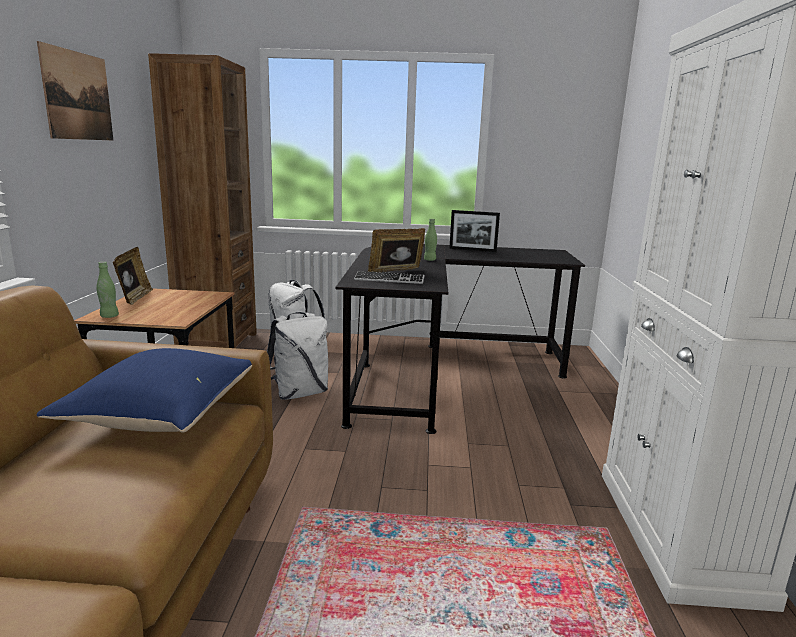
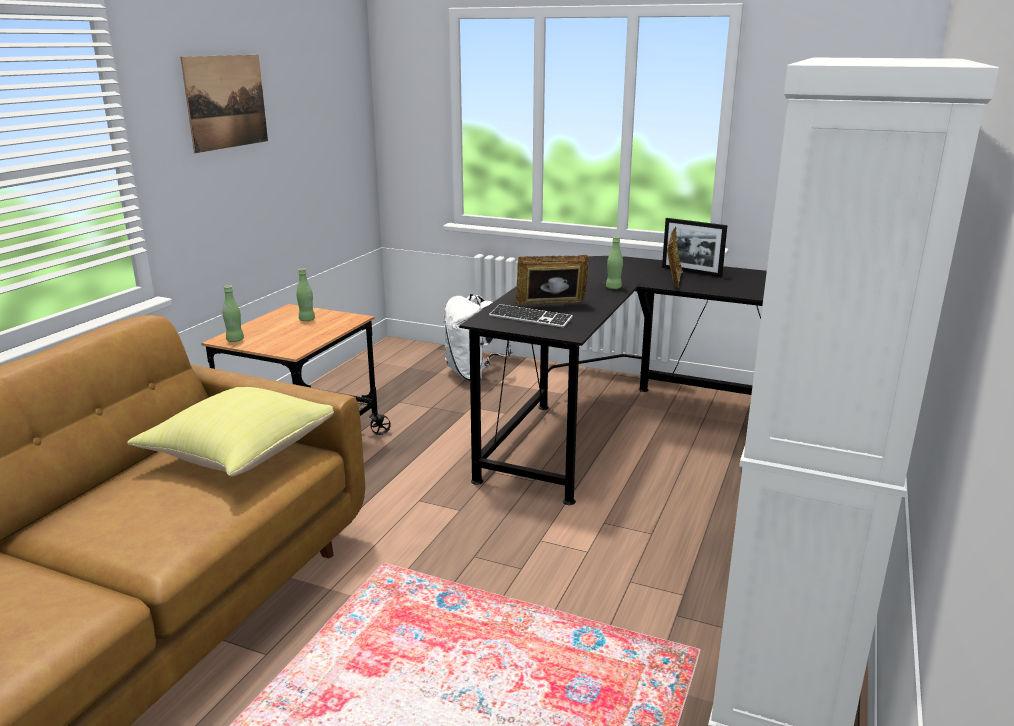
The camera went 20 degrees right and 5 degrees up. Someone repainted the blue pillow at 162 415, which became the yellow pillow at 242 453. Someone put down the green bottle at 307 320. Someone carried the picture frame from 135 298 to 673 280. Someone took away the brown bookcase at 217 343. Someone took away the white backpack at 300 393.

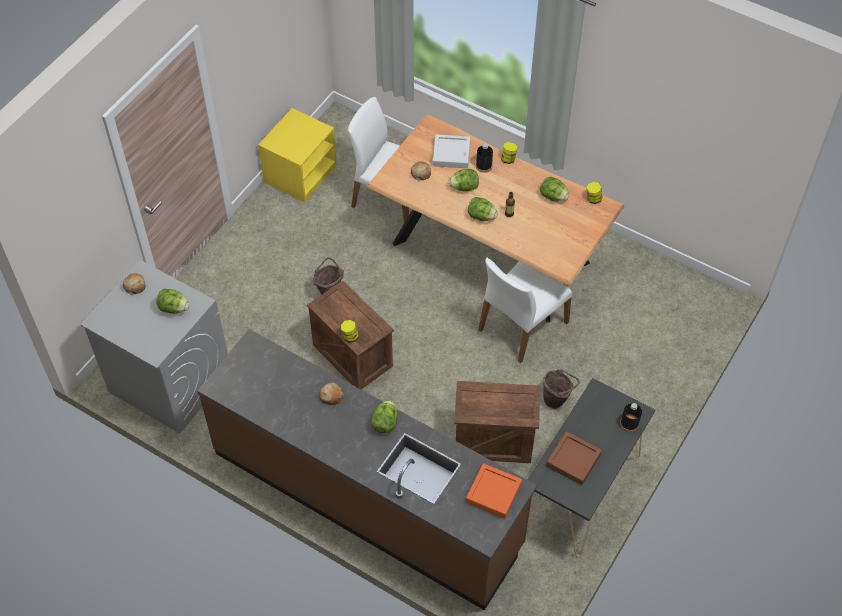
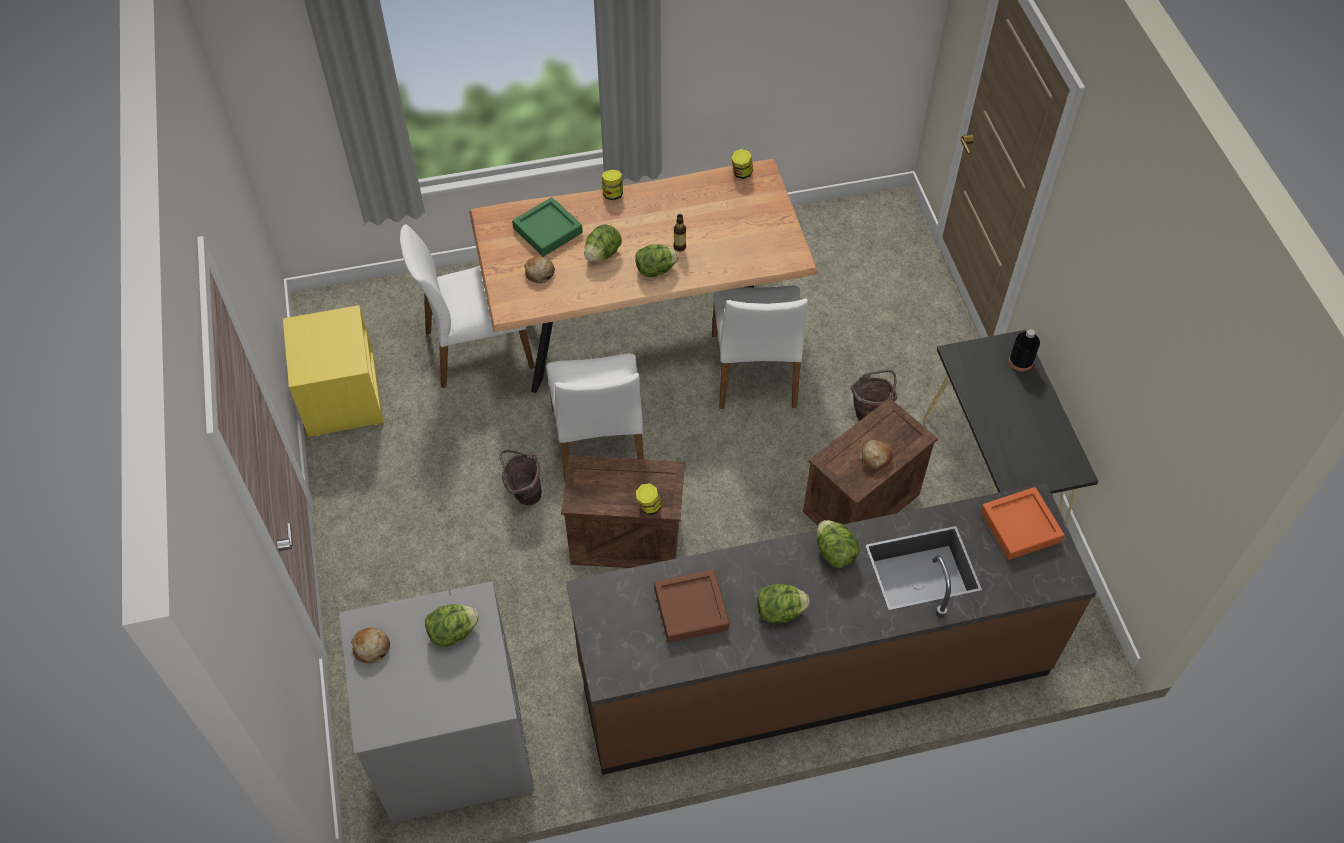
The camera went 45 degrees left and 0 degrees up. Someone repainted the grey tray at 451 154, which became the green tray at 548 230. Someone put down the white chair at 599 443. Someone carried the brown tray from 573 460 to 691 609. Someone carried the lettuce from 553 196 to 779 611. Someone carried the bread from 331 396 to 875 458. Someone took away the black bottle at 484 166.

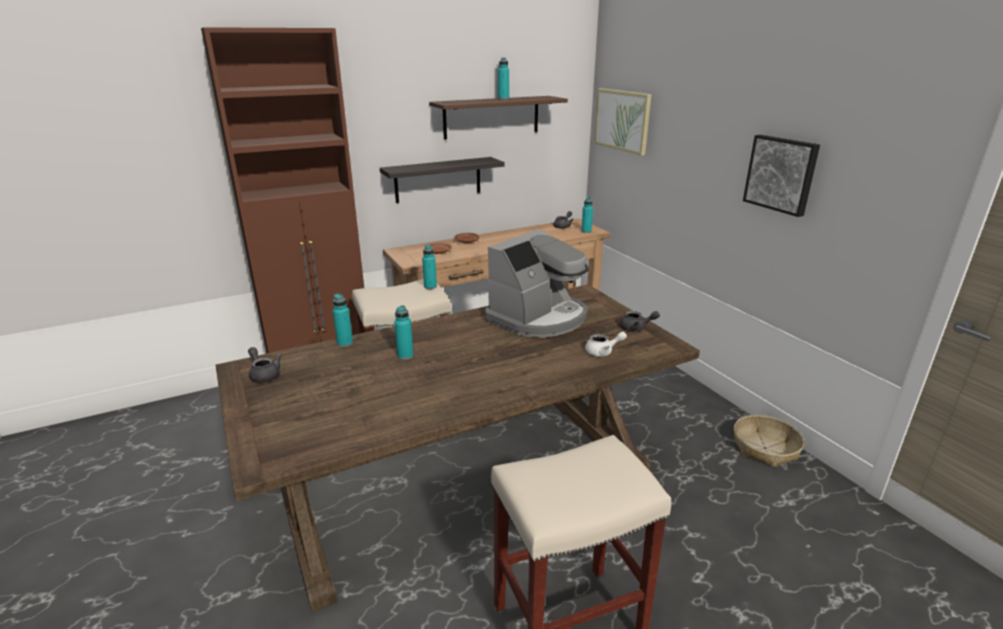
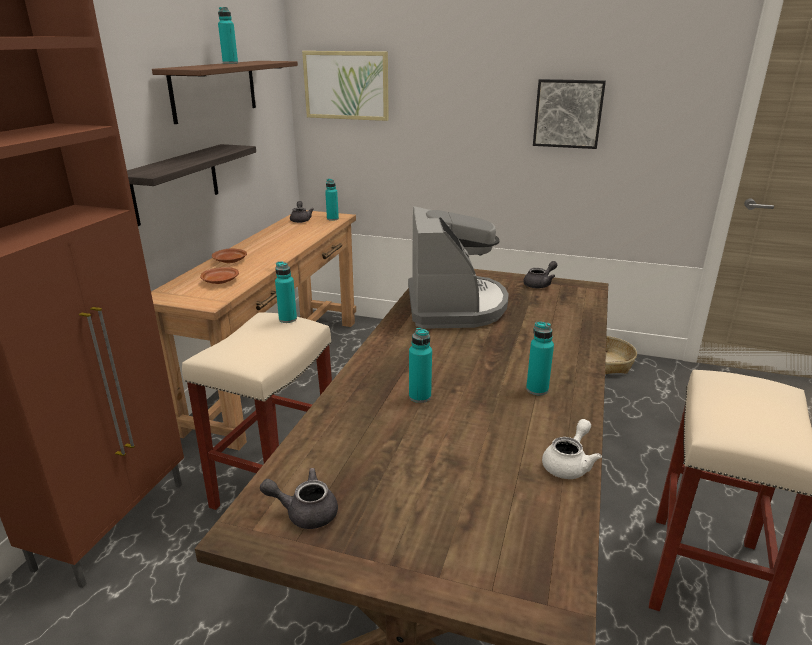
The camera went 45 degrees left and 0 degrees up. Someone carried the turquoise bottle from 345 343 to 537 389. Someone carried the white teapot from 603 352 to 569 464.

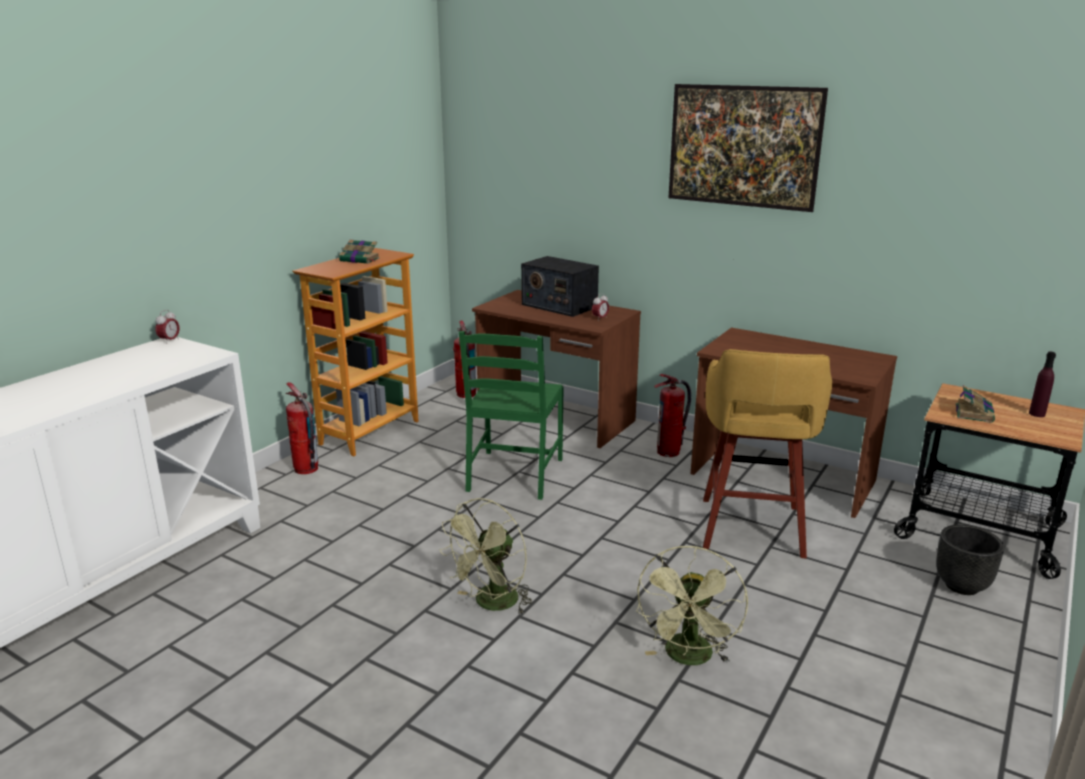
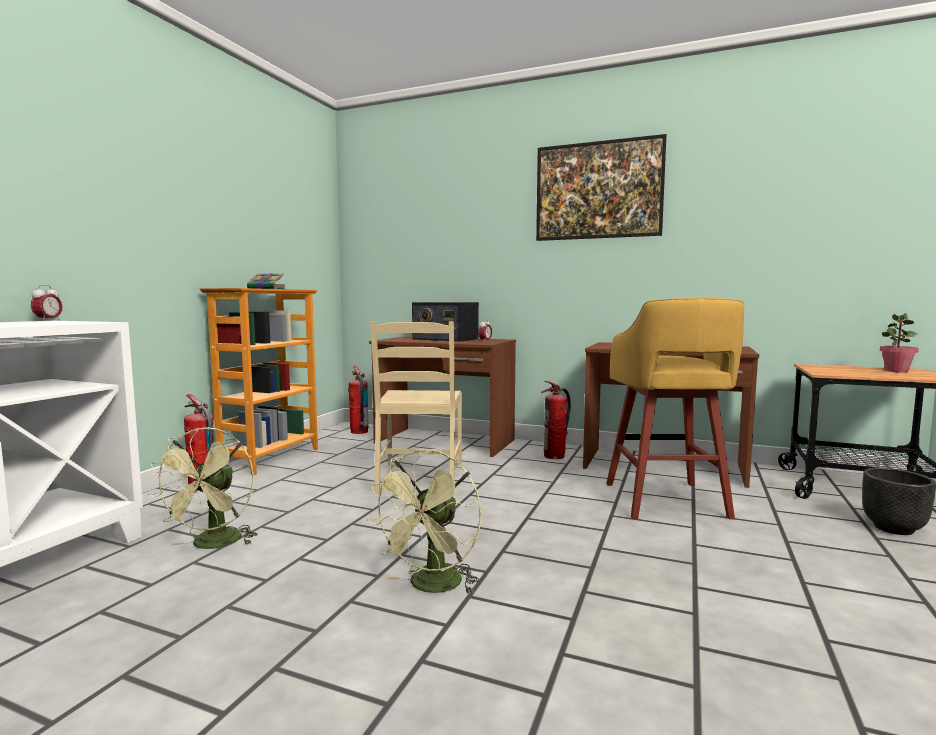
The camera went 10 degrees left and 15 degrees down. Someone carried the green fan from 689 658 to 213 545. Someone repainted the green chair at 514 475, which became the beige chair at 420 478. Someone swapped the purple bottle at 1037 414 for the potted plant at 896 371. Someone took away the book at 974 413.

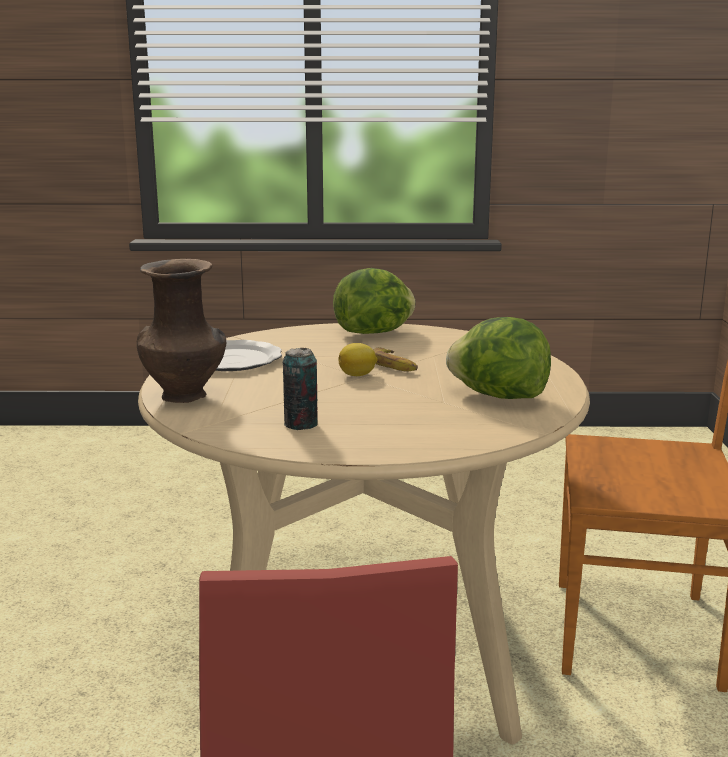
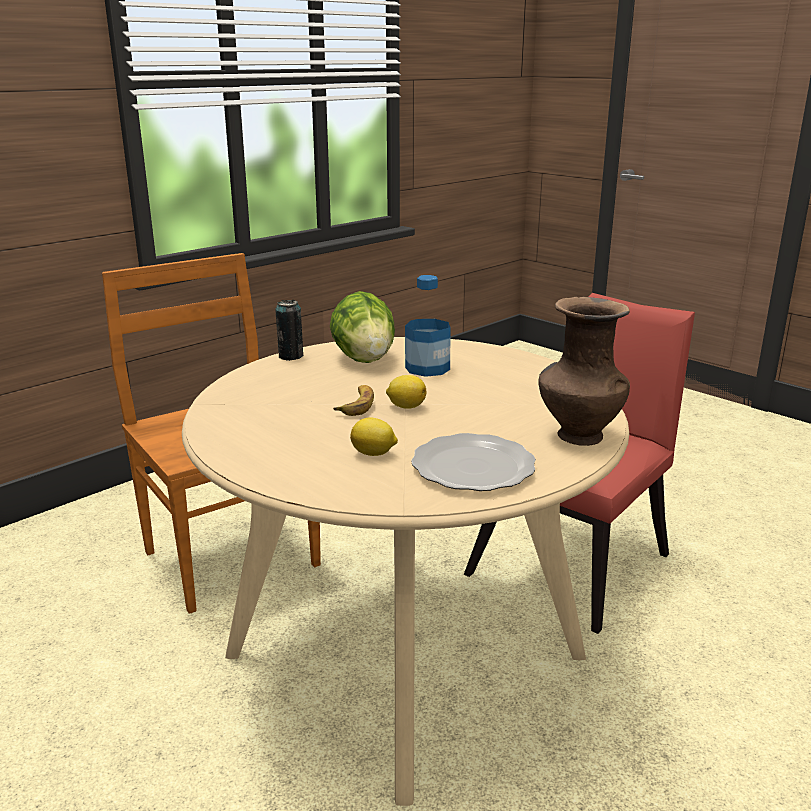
The camera went 135 degrees left and 5 degrees up. Someone carried the can from 301 424 to 291 356. Someone put down the lemon at 374 454. Someone put down the bottle at 427 368. Someone took away the lettuce at 375 333.

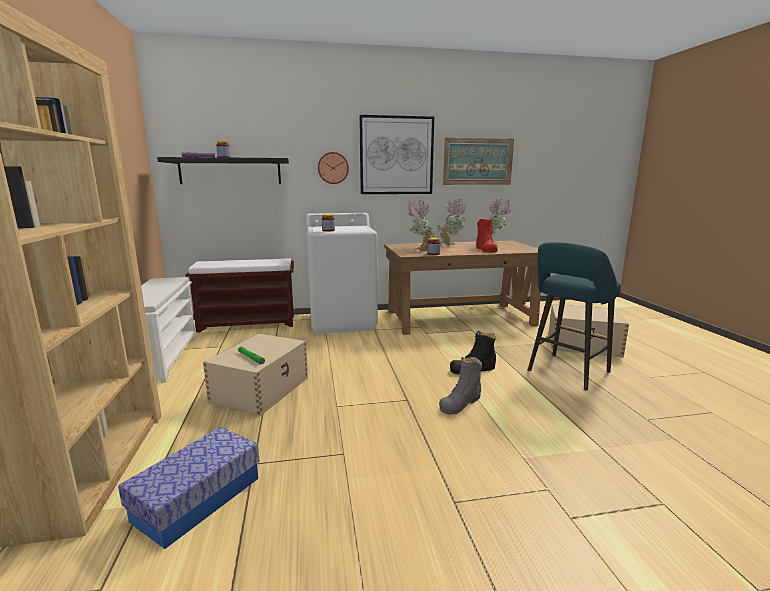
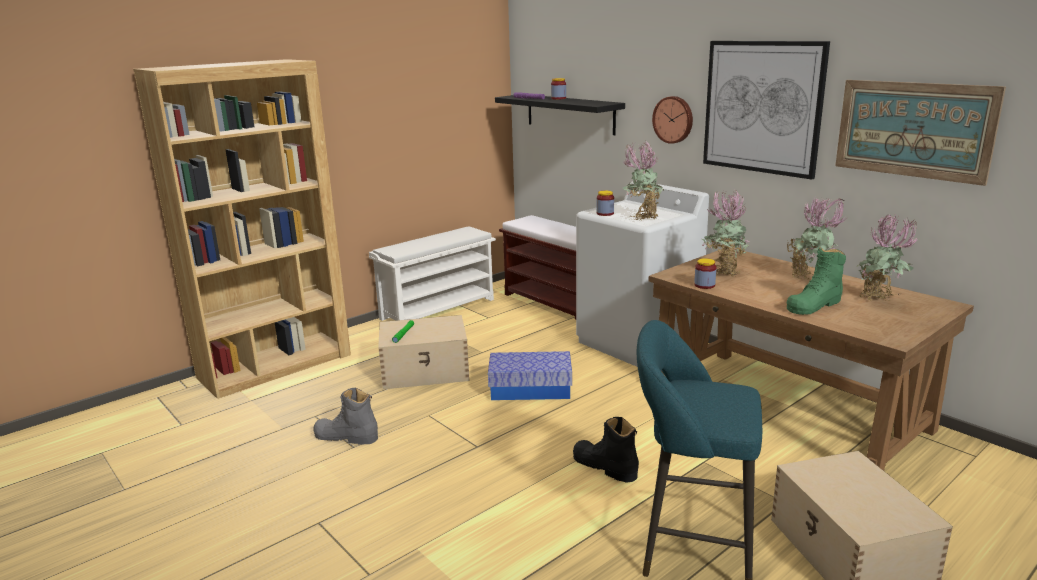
The camera went 60 degrees right and 5 degrees up. Someone carried the grey boot from 460 403 to 346 437. Someone carried the storage box from 198 498 to 530 389. Someone put down the potted plant at 641 217. Someone repainted the red boot at 486 249, which became the green boot at 814 305.

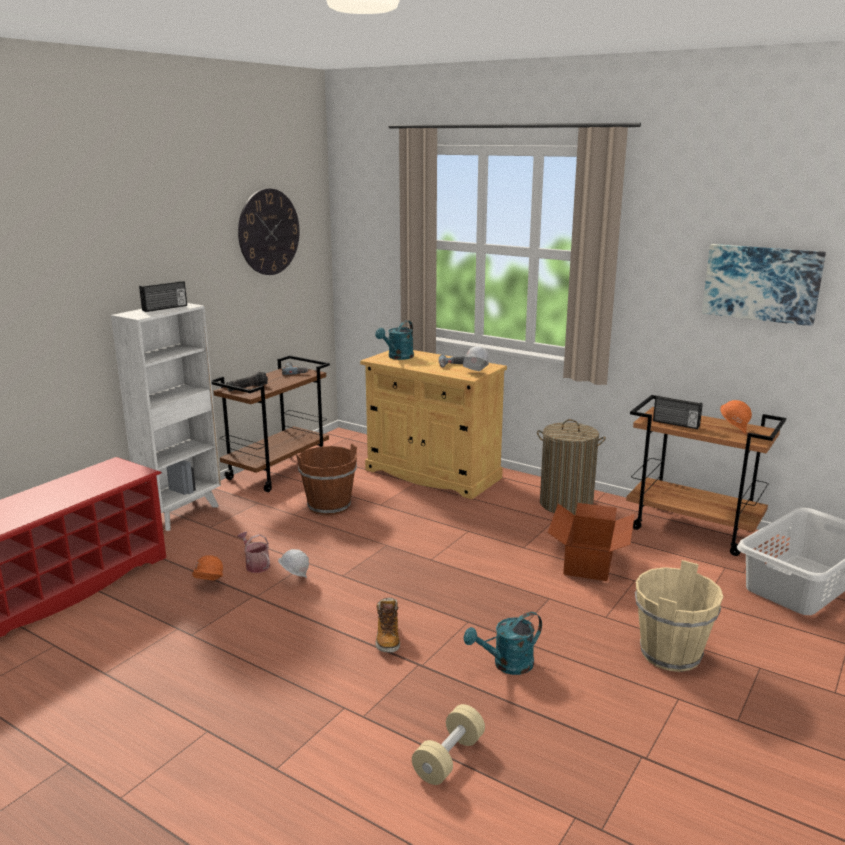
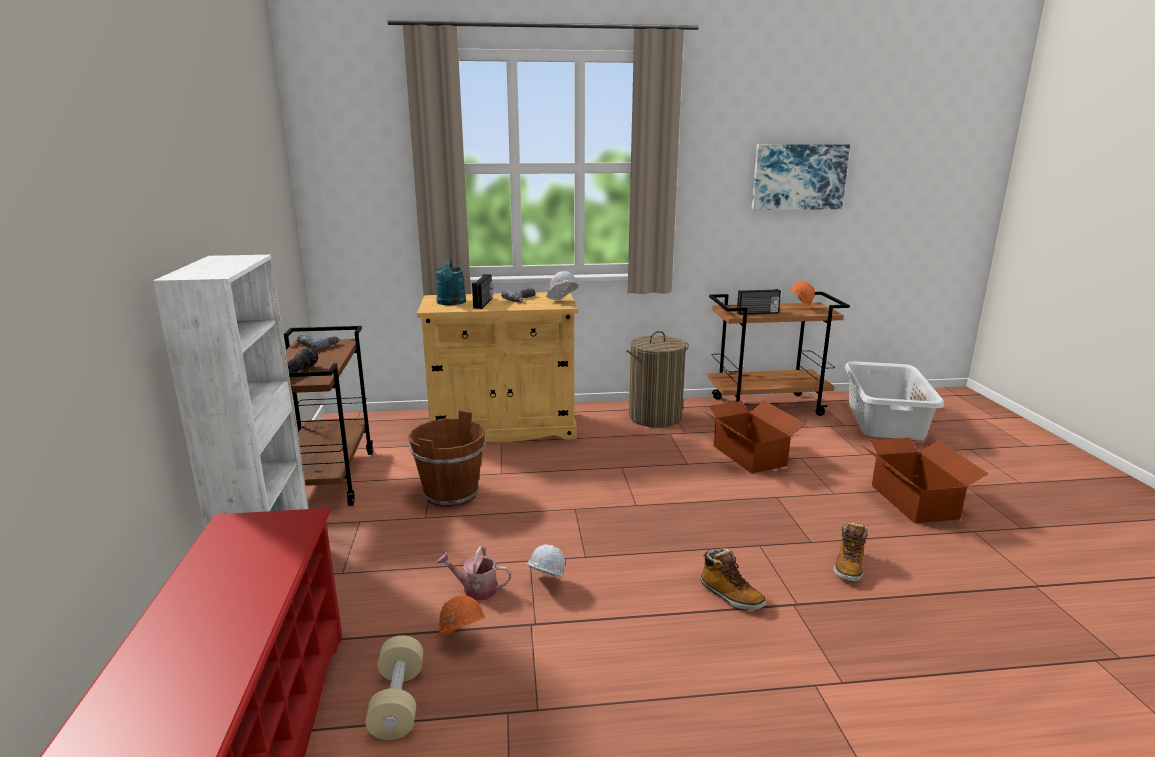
The camera went 40 degrees left and 0 degrees up. Someone carried the beige dumbbell from 449 758 to 398 702. Someone carried the radio from 165 308 to 484 303. Someone swapped the turquoise watering can at 507 665 for the boot at 848 567. Someone swapped the beige bucket at 671 654 for the cardboard box at 914 501. Someone took away the wall clock at 269 232.

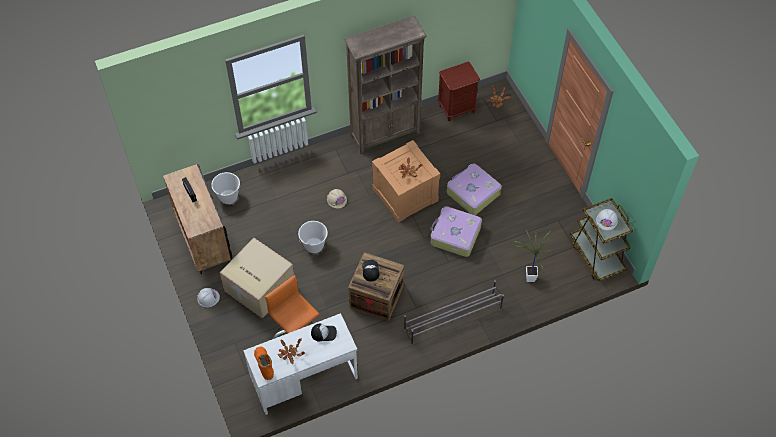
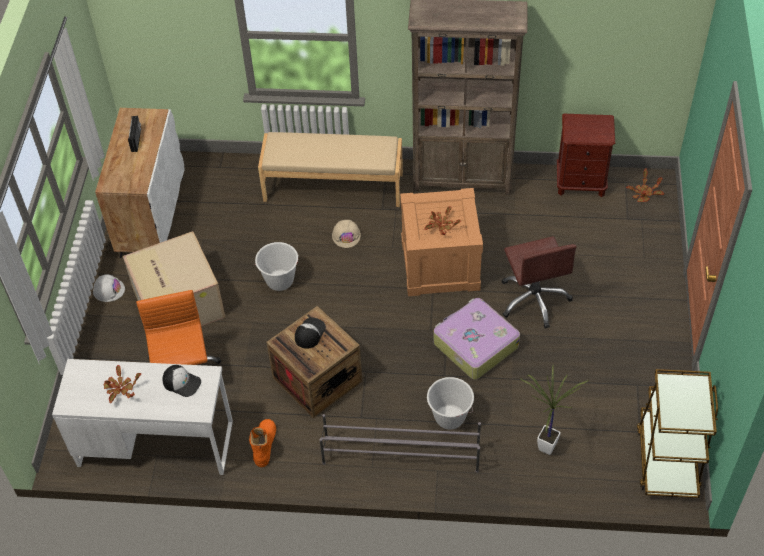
The camera went 30 degrees right and 5 degrees down. Someone repainted the black cabinet at 203 238, which became the white cabinet at 151 216. Someone carried the orange boot from 264 364 to 264 445. Someone put down the beige bench at 333 186. Someone carried the white bucket from 228 197 to 449 417. Someone swapped the suitcase at 472 193 for the brown office chair at 534 299. Someone took away the white hard hat at 606 220.

